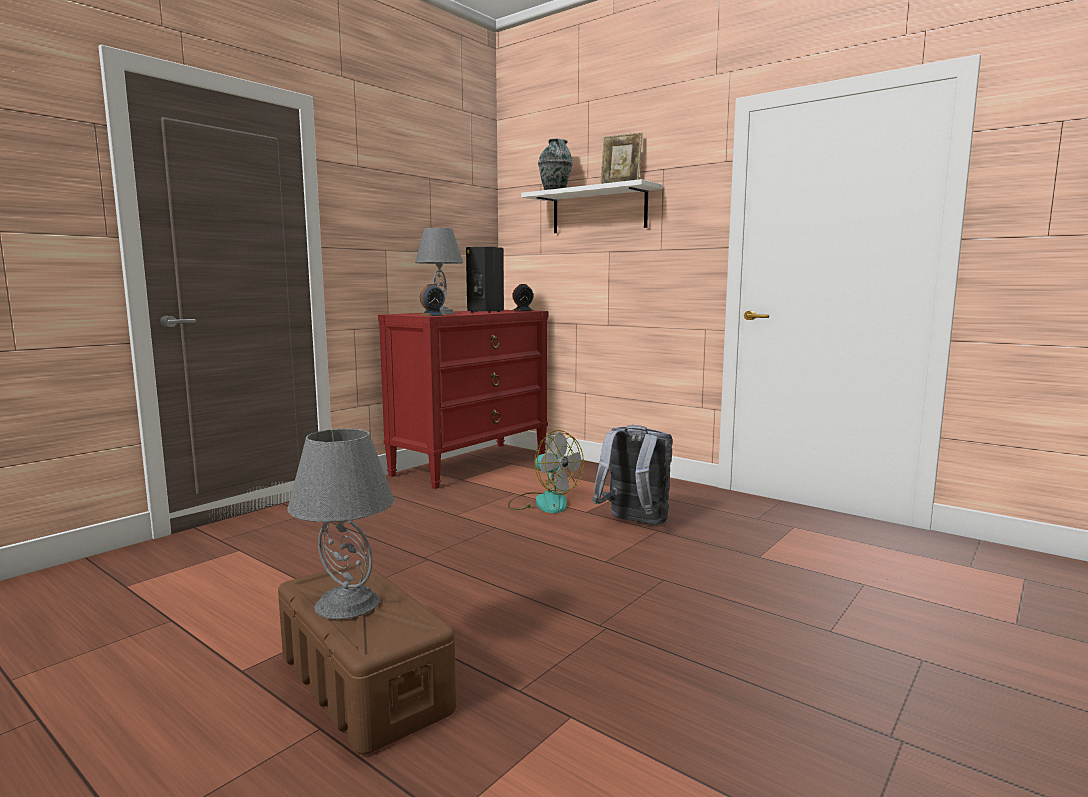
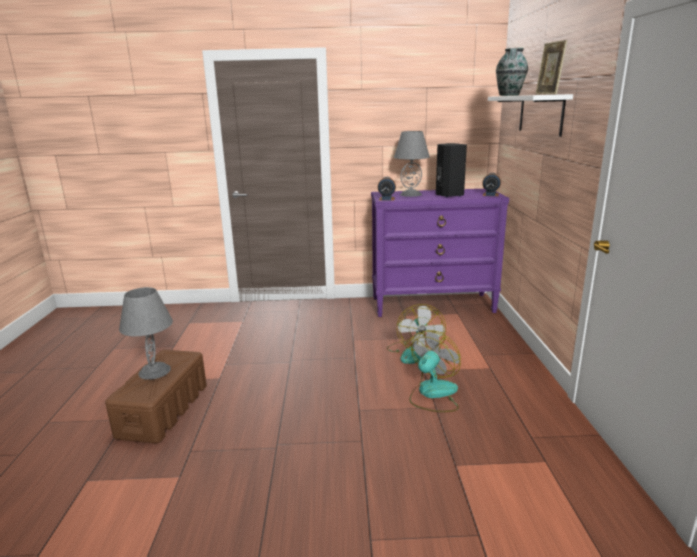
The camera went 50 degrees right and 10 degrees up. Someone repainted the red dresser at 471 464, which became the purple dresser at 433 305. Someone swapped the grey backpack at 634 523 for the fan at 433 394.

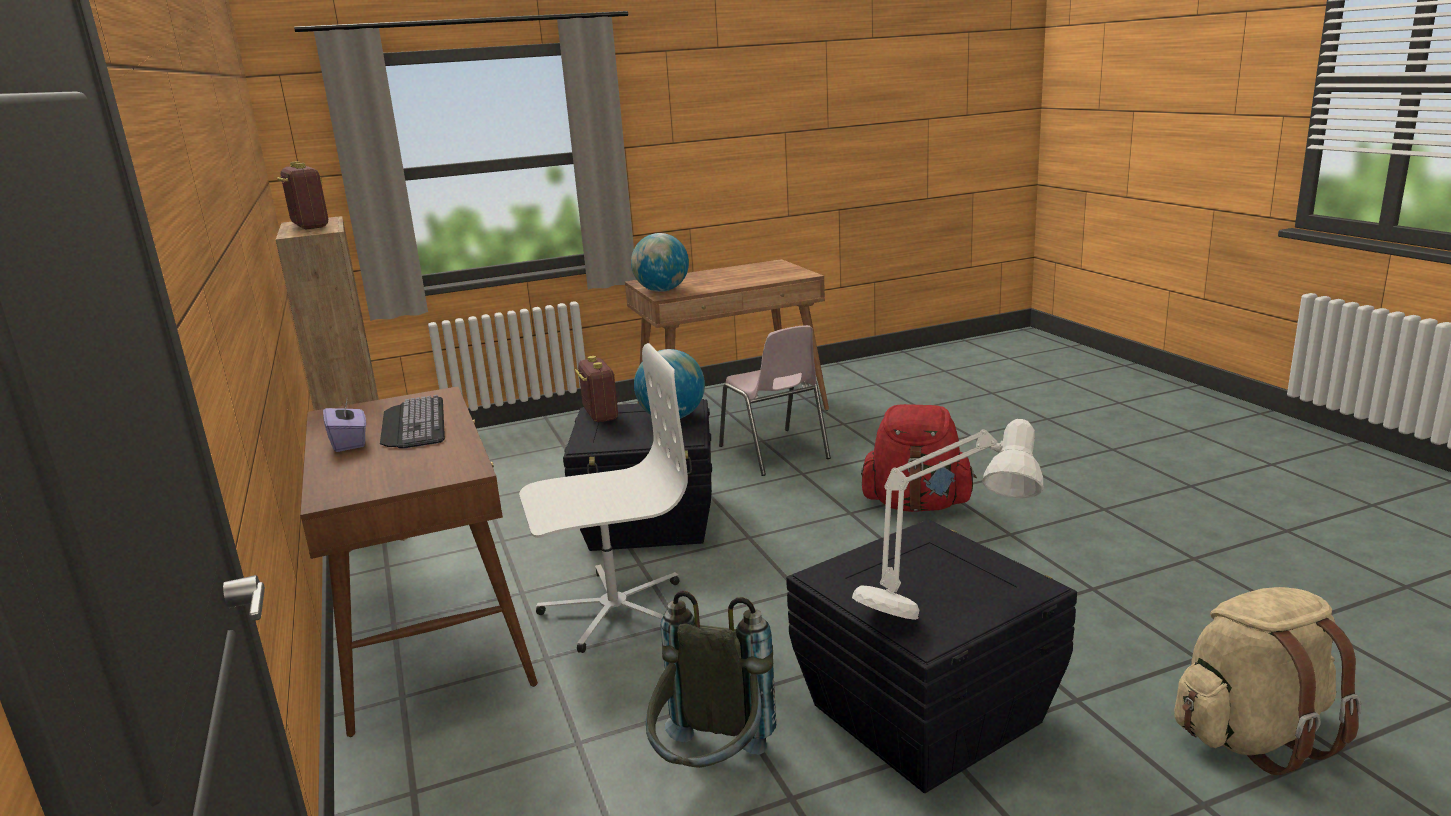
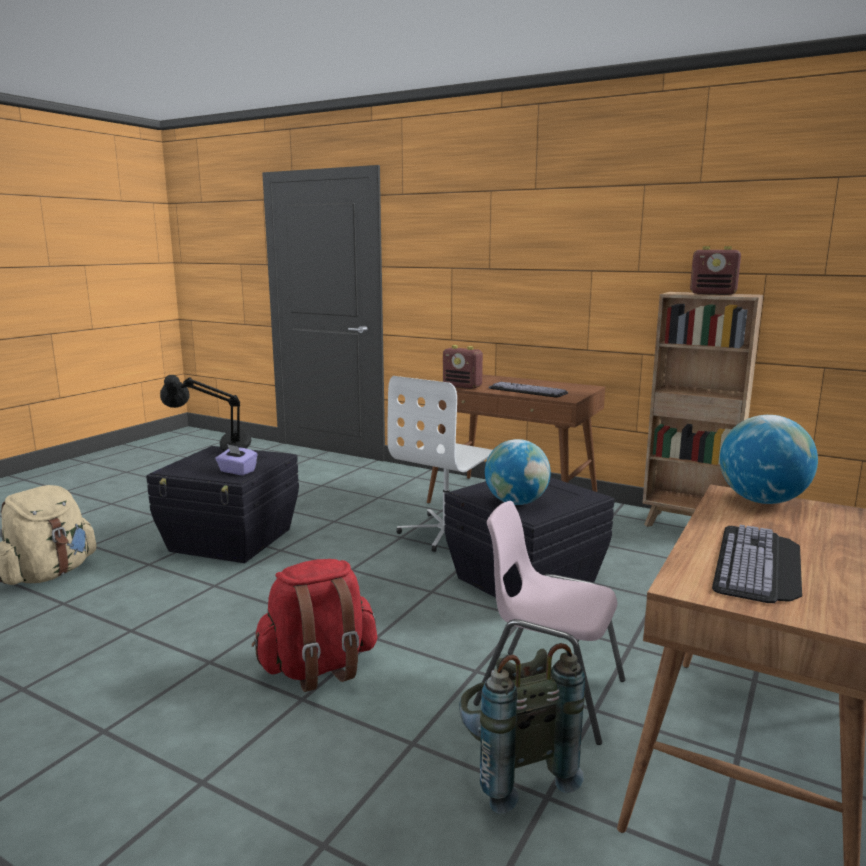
The camera went 140 degrees right and 5 degrees down. Someone repainted the white table lamp at 939 606, which became the black table lamp at 214 457. Someone carried the purple tissue box from 349 442 to 237 471. Someone carried the radio from 600 414 to 462 386. Someone carried the grey backpack from 711 769 to 511 770. Someone put down the keyboard at 760 565.

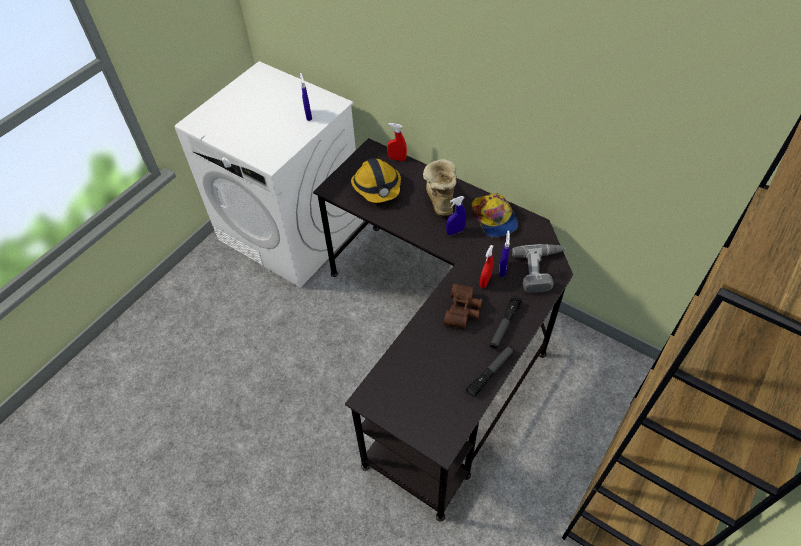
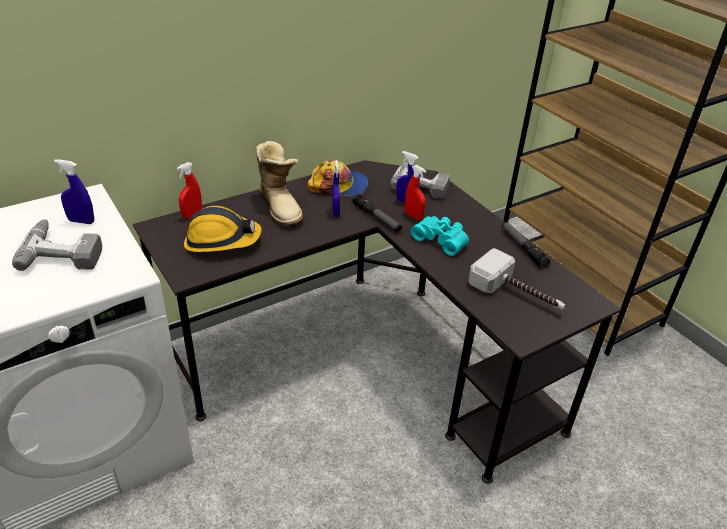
The camera went 70 degrees left and 15 degrees down. Someone put down the power drill at 64 251. Someone rotated the boot at 439 198 by 135 degrees counterclockwise. Someone carried the flashlight from 504 325 to 377 218. Someone repainted the brown binoculars at 463 311, which became the turquoise binoculars at 441 240. Someone put down the hammer at 517 294.

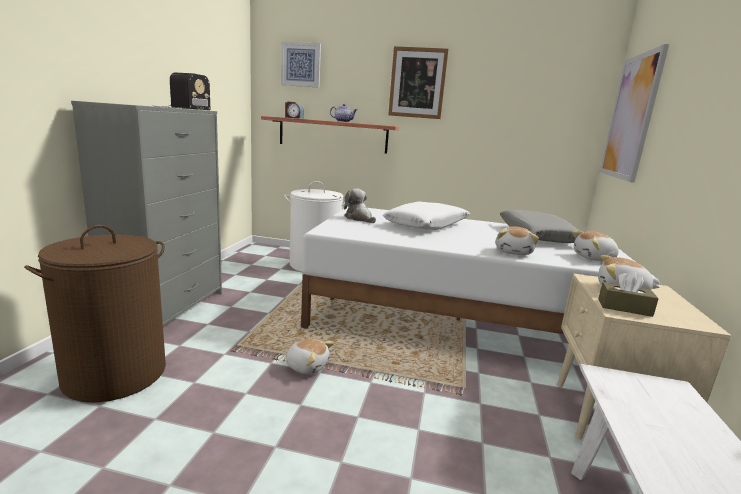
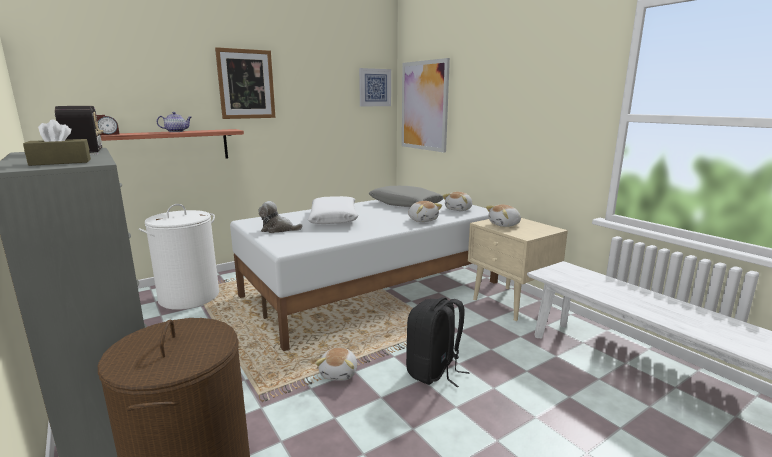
The camera went 45 degrees left and 0 degrees up. Someone carried the brown tissue box from 624 307 to 61 162. Someone rotated the plush toy at 307 366 by 120 degrees clockwise. Someone carried the picture from 301 65 to 374 87. Someone put down the black backpack at 434 371.

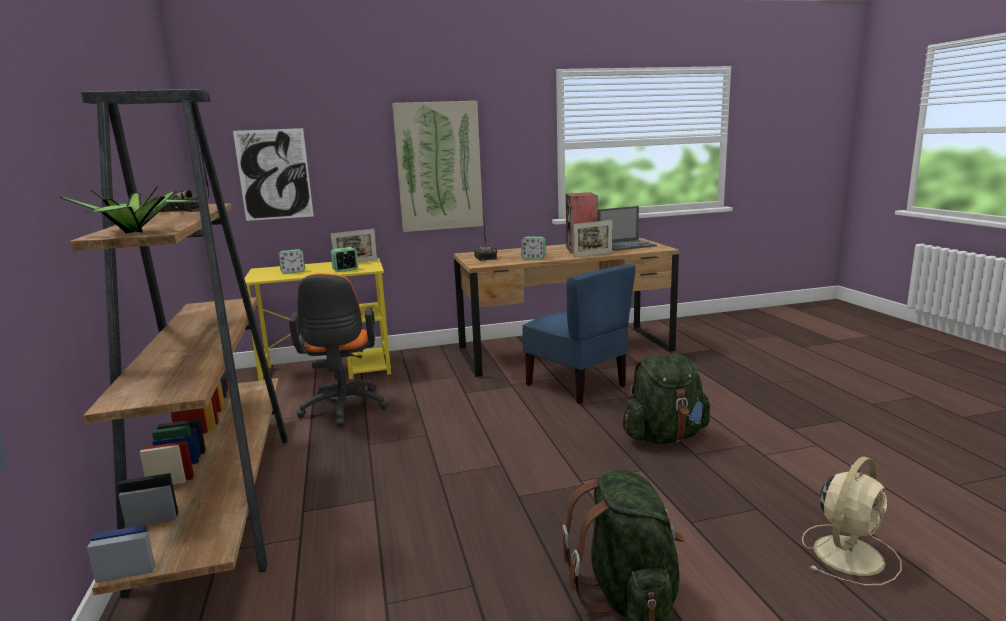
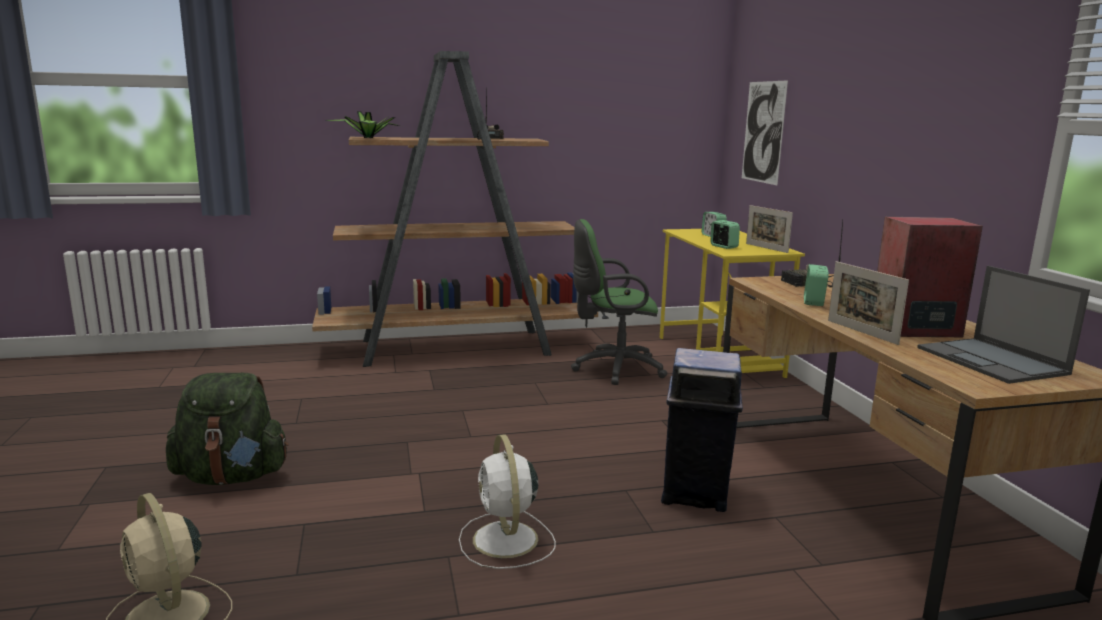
The camera went 90 degrees right and 0 degrees up. Someone swapped the green backpack at 665 437 for the white fan at 506 541. Someone repainted the orange office chair at 343 409, which became the green office chair at 613 369. Someone swapped the blue chair at 577 385 for the blue trash can at 696 493. Someone took away the picture at 439 166.

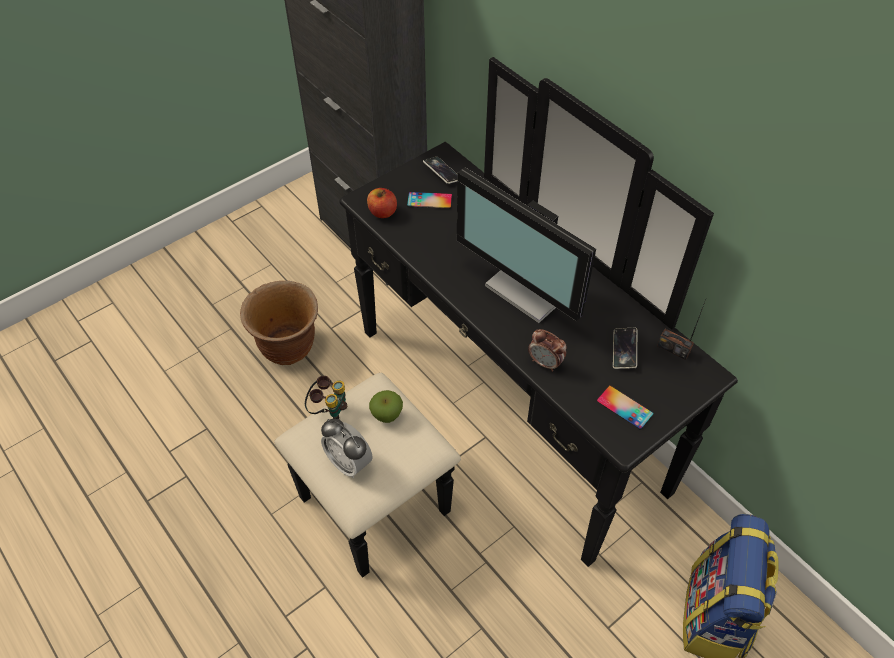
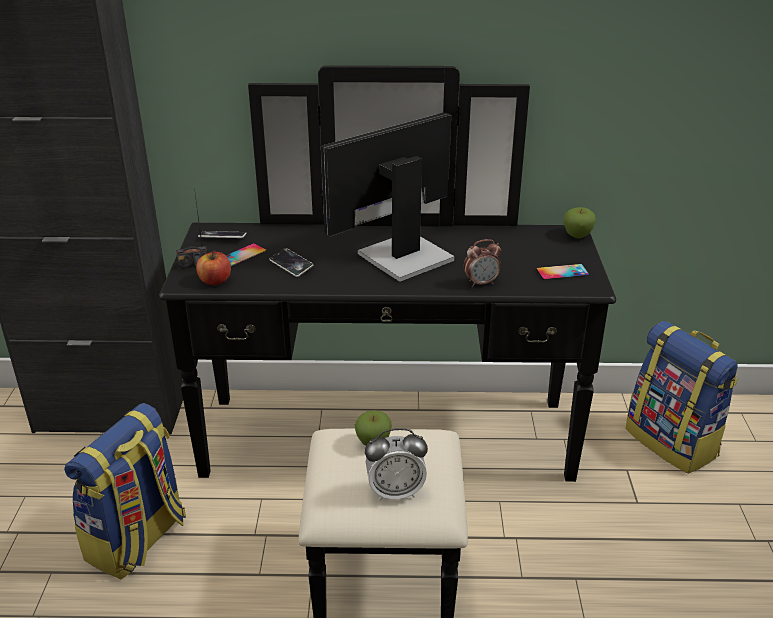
The camera went 50 degrees left and 20 degrees down. Someone swapped the brown planter at 288 347 for the backpack at 137 540. Someone carried the radio from 673 349 to 193 264. Someone carried the phone from 624 350 to 291 265. Someone rotated the monitor at 532 288 by 150 degrees clockwise. Someone put down the apple at 577 235. Someone took away the binoculars at 328 409.

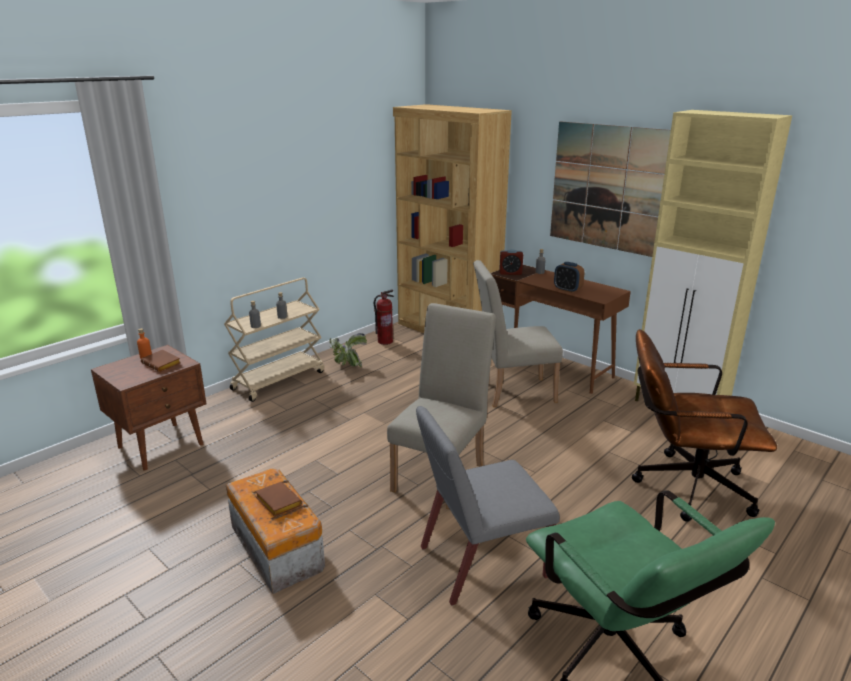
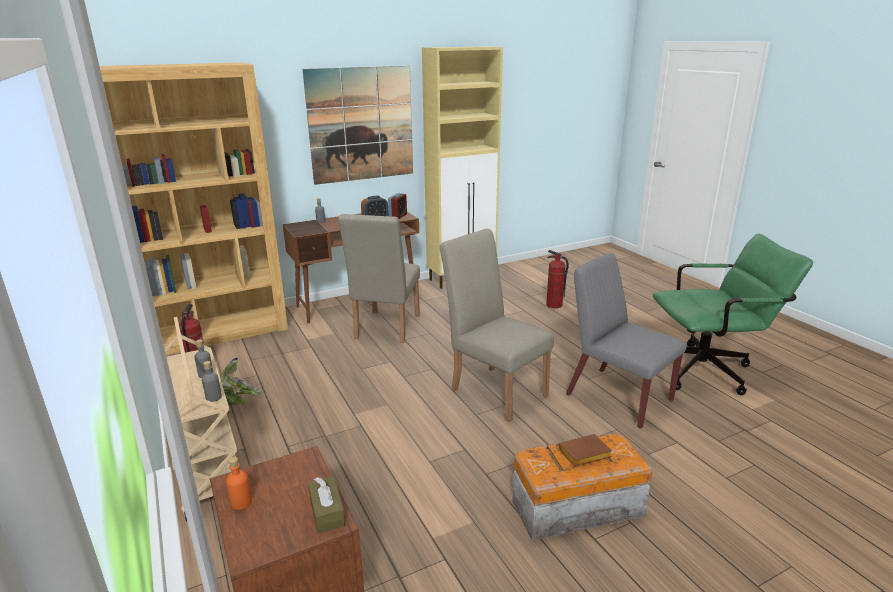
The camera went 70 degrees left and 0 degrees up. Someone put down the brown tissue box at 327 512. Someone carried the alarm clock from 510 273 to 398 216. Someone swapped the brown office chair at 682 486 for the fire extinguisher at 554 305. Someone rotated the grey chair at 481 562 by 135 degrees clockwise. Someone took away the brown book at 163 364.

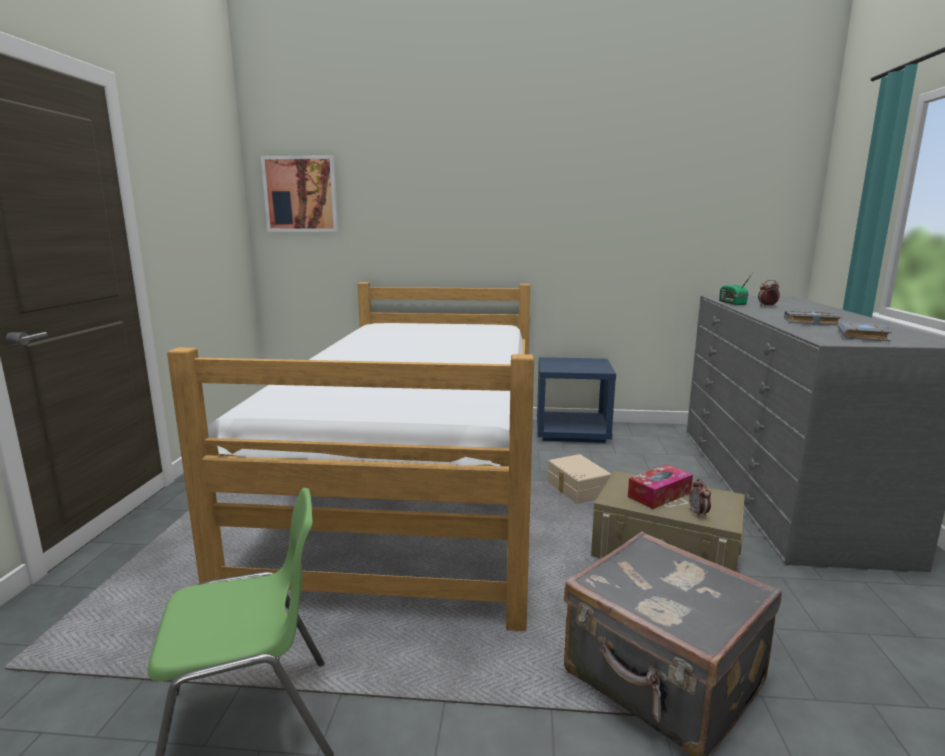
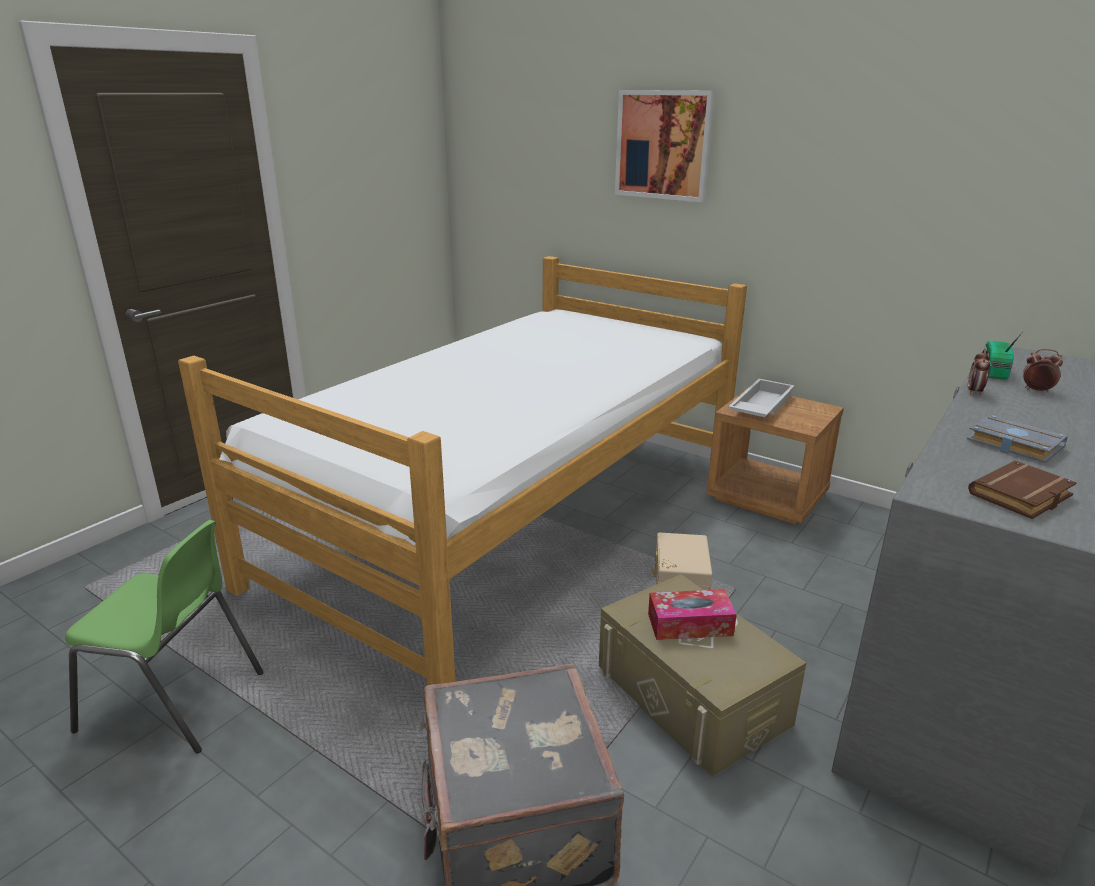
The camera went 30 degrees right and 10 degrees up. Someone carried the picture from 301 194 to 663 145. Someone repainted the blue nightstand at 572 432, which became the brown nightstand at 768 497. Someone put down the white tray at 759 406. Someone carried the alarm clock from 698 513 to 974 392. Someone repainted the grey book at 864 336, which became the brown book at 1021 497.

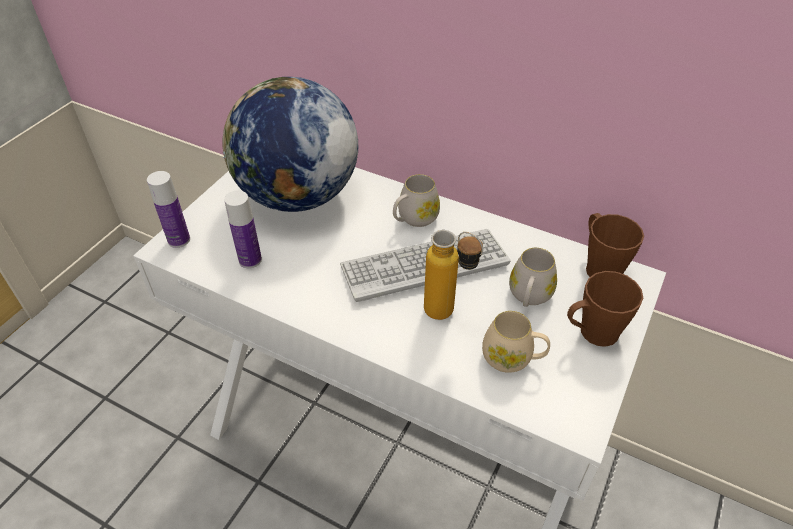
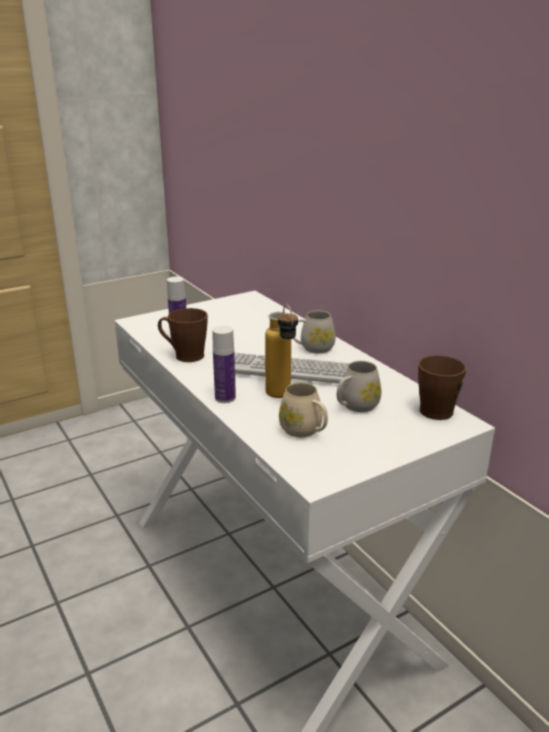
The camera went 30 degrees right and 20 degrees down. Someone carried the brown mug from 592 333 to 184 355. Someone carried the bottle from 179 240 to 225 398. Someone took away the globe at 297 196.

